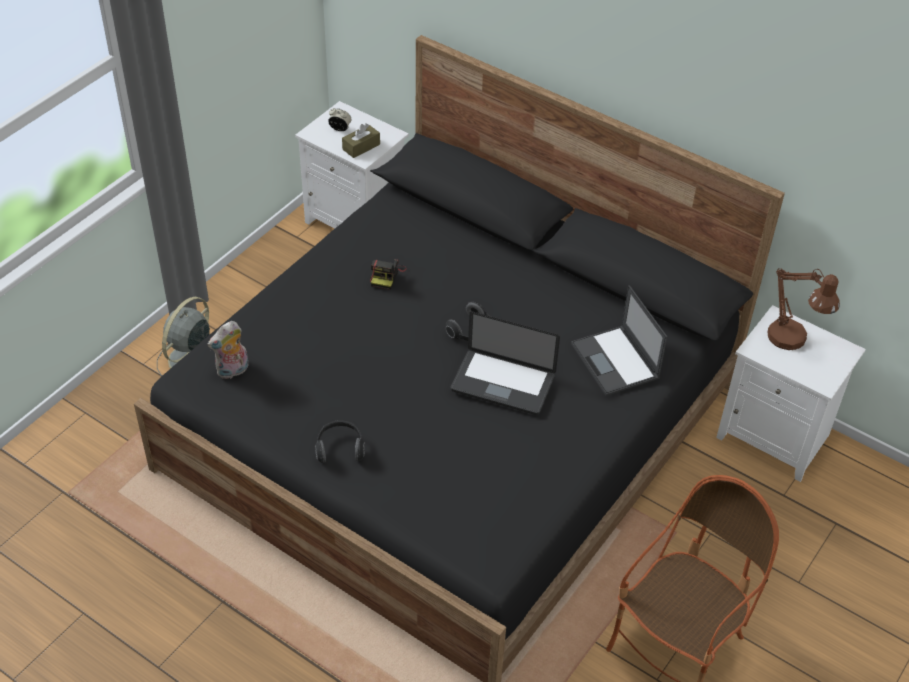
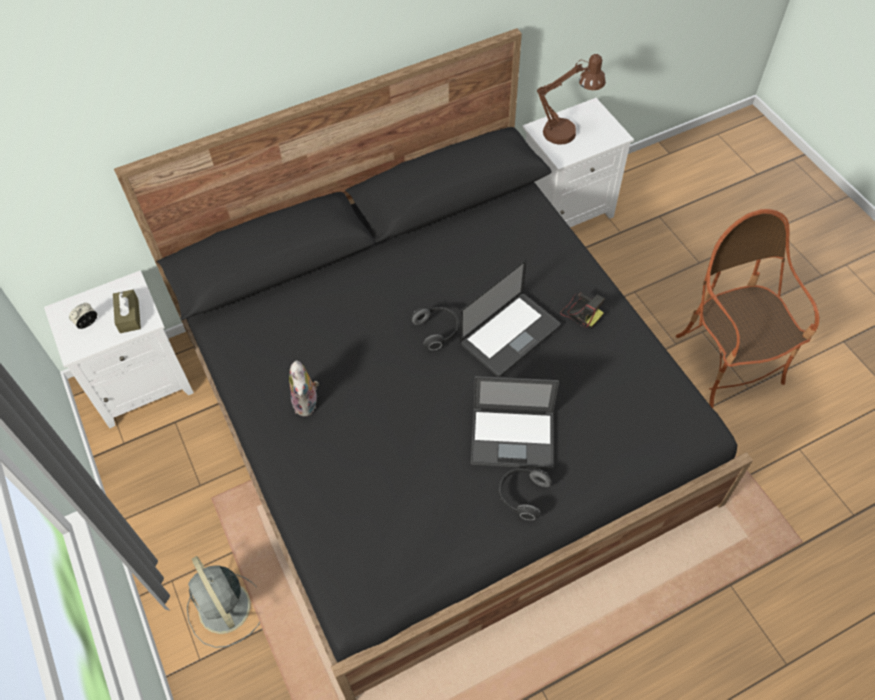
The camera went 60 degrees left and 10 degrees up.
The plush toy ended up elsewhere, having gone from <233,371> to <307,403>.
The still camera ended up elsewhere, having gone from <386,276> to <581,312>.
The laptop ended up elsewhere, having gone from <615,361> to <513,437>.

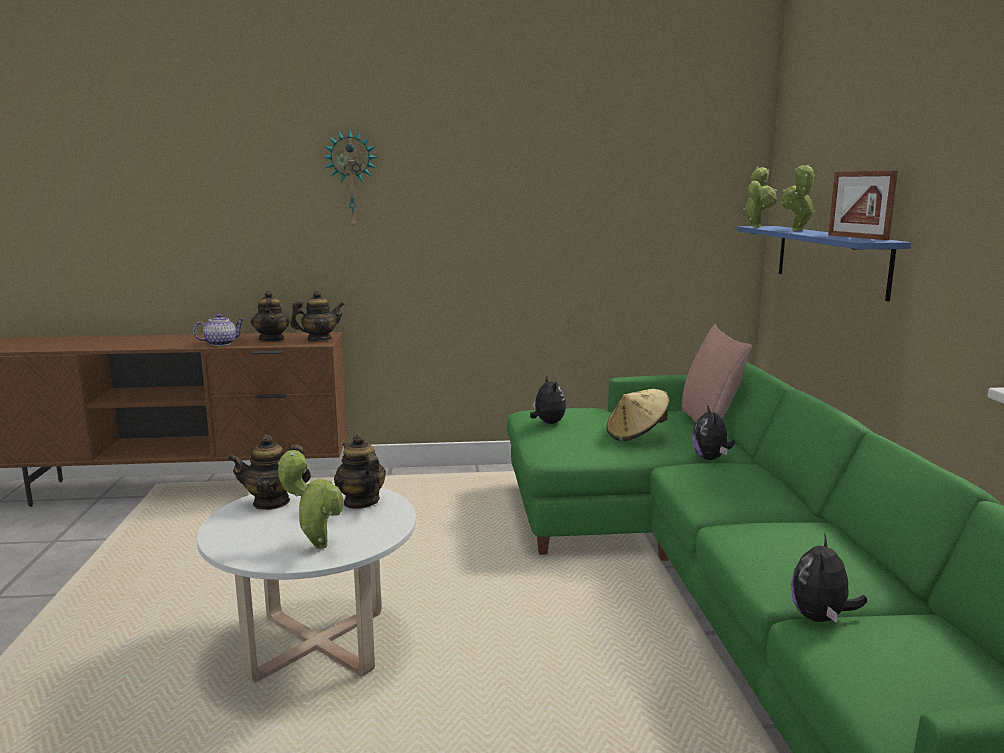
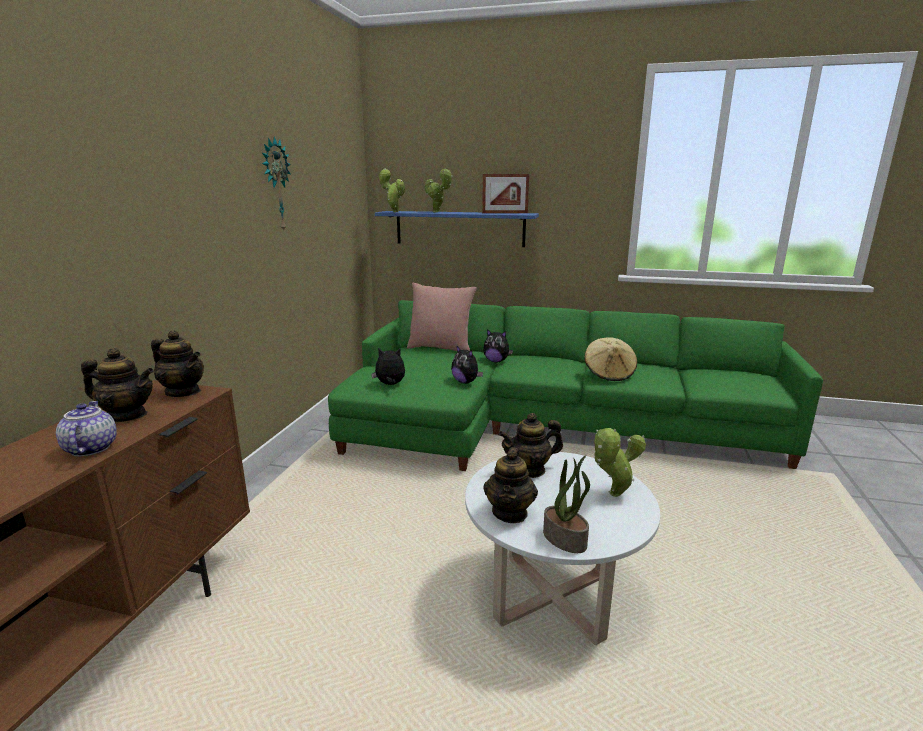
The camera went 70 degrees left and 5 degrees up.
The tea pot at <319,339> ended up facing another way, 120 degrees clockwise from before.
The clock on the wall ended up elsewhere, having gone from <352,179> to <275,185>.
The beige-coloured hat ended up elsewhere, having gone from <637,435> to <609,374>.
The plush toy ended up elsewhere, having gone from <820,618> to <466,382>.
The second view gained the houseplant at <565,539>.

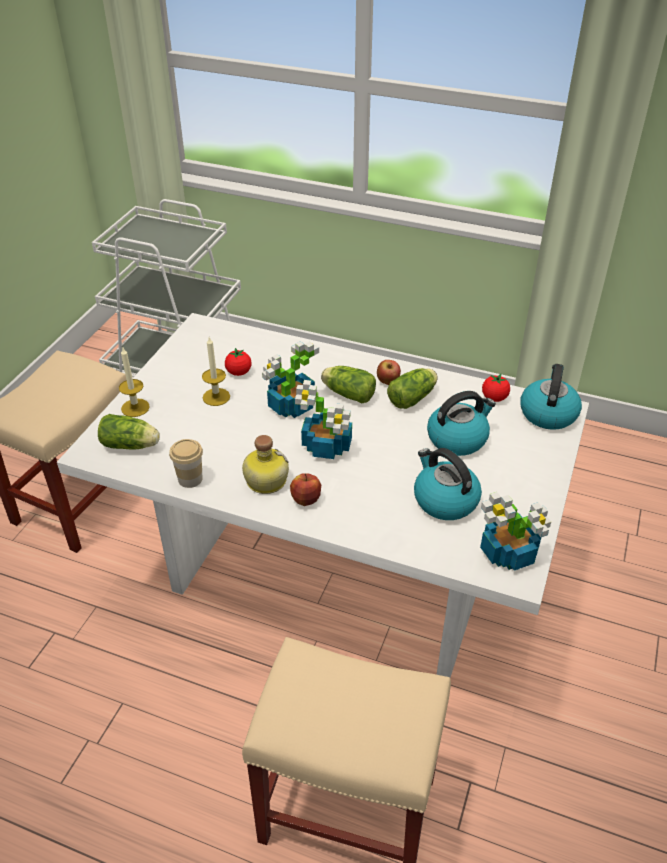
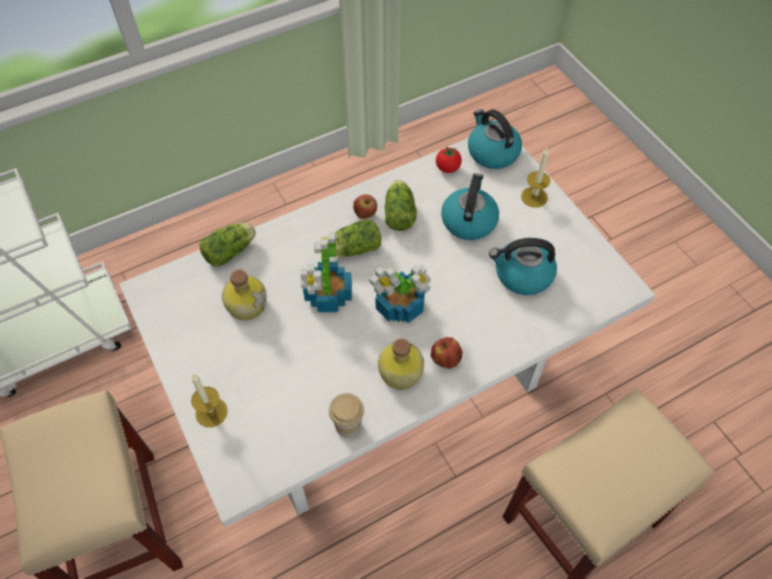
The camera went 50 degrees left and 15 degrees up.
The lettuce ended up elsewhere, having gone from <132,445> to <231,251>.
The wax light ended up elsewhere, having gone from <216,397> to <534,197>.
Where the fresh tomato stood at <239,372>, the drink bottle came to stand at <246,303>.
The second view lost the houseplant at <509,552>.

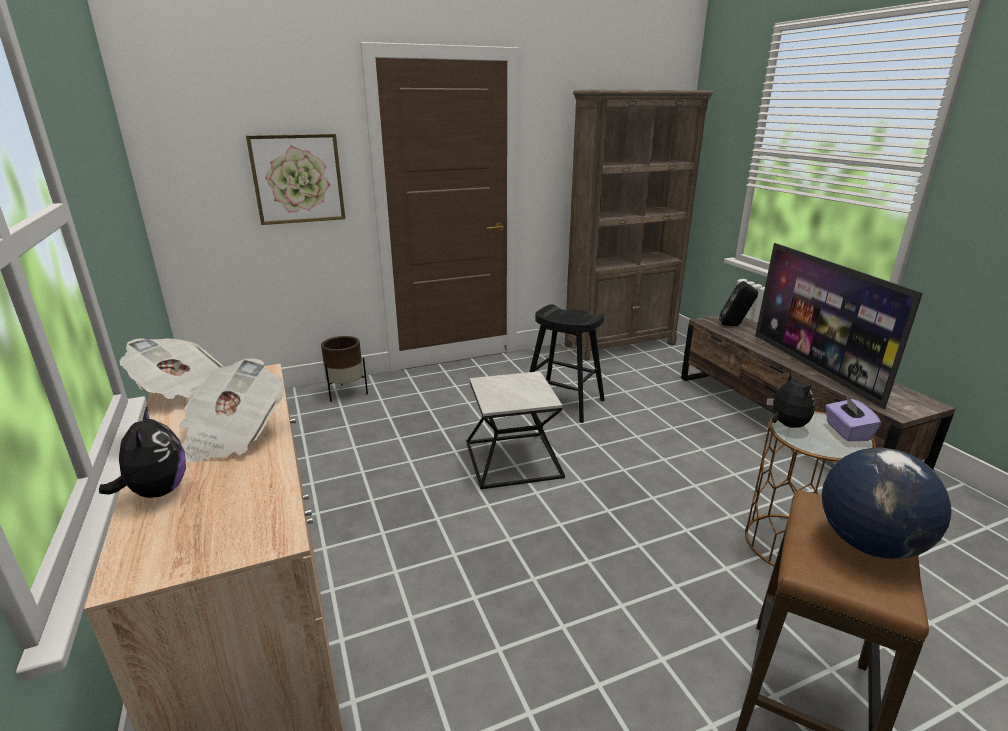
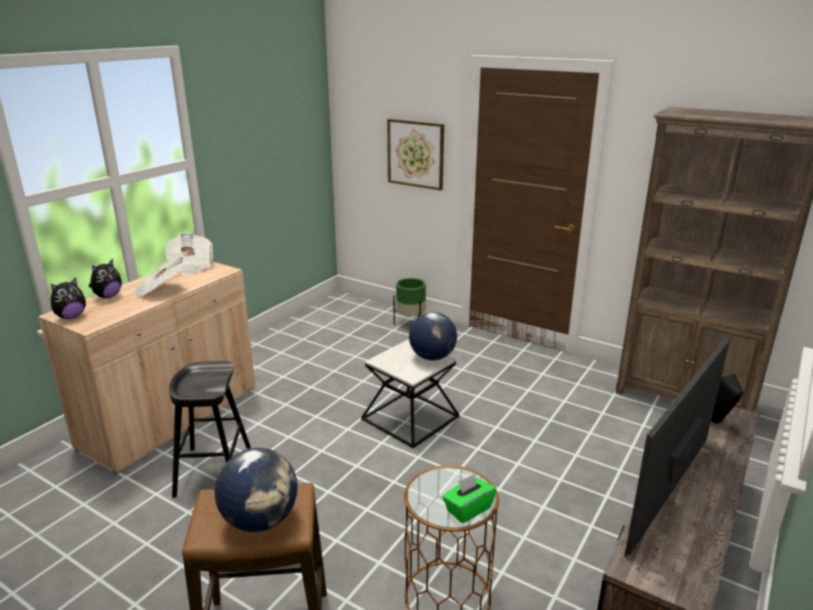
The camera went 55 degrees right and 0 degrees up.
What was the brownish planter at <347,393> turned into the green-coloured planter at <411,324>.
The black-coloured stool seat ended up elsewhere, having gone from <563,403> to <213,471>.
The plush toy ended up elsewhere, having gone from <786,425> to <71,316>.
What was the purple tissue box at <846,432> turned into the green-coloured tissue box at <468,509>.
The second view gained the globe at <432,357>.

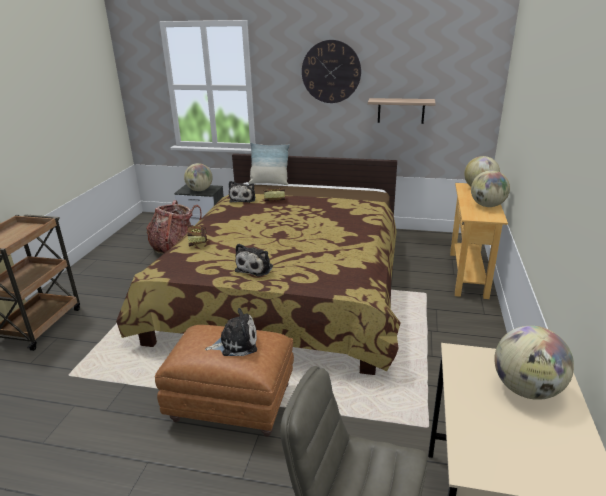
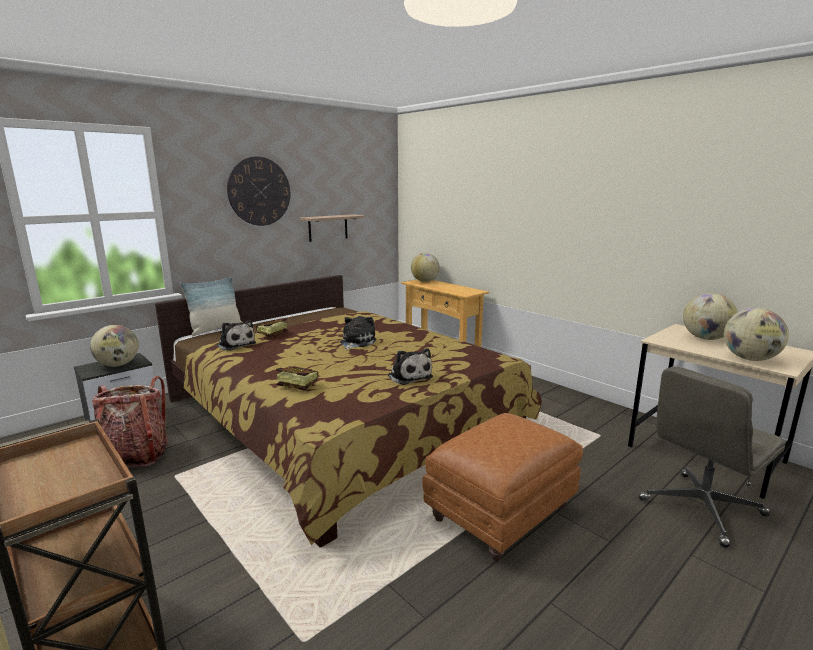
The camera went 55 degrees left and 10 degrees down.
The plush toy ended up elsewhere, having gone from <236,343> to <356,342>.
The globe ended up elsewhere, having gone from <487,205> to <750,359>.

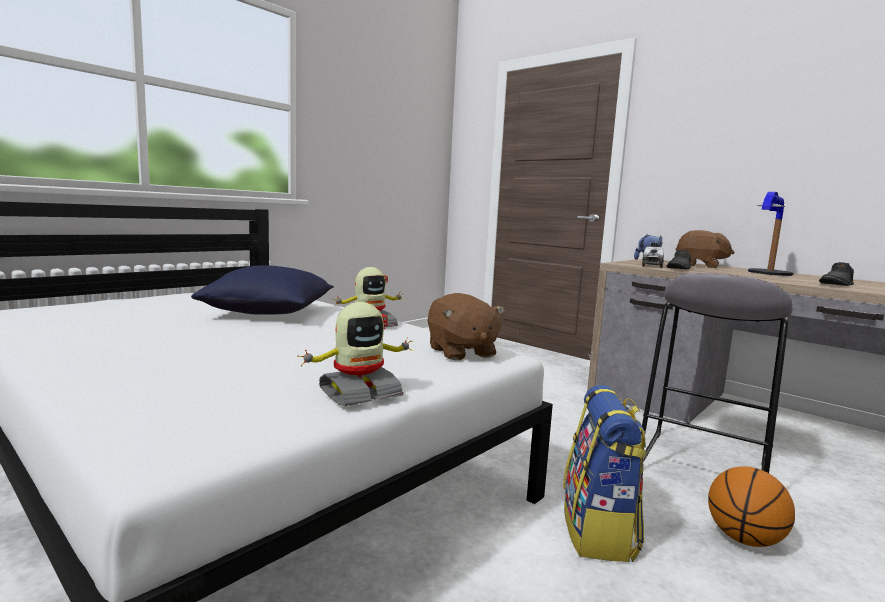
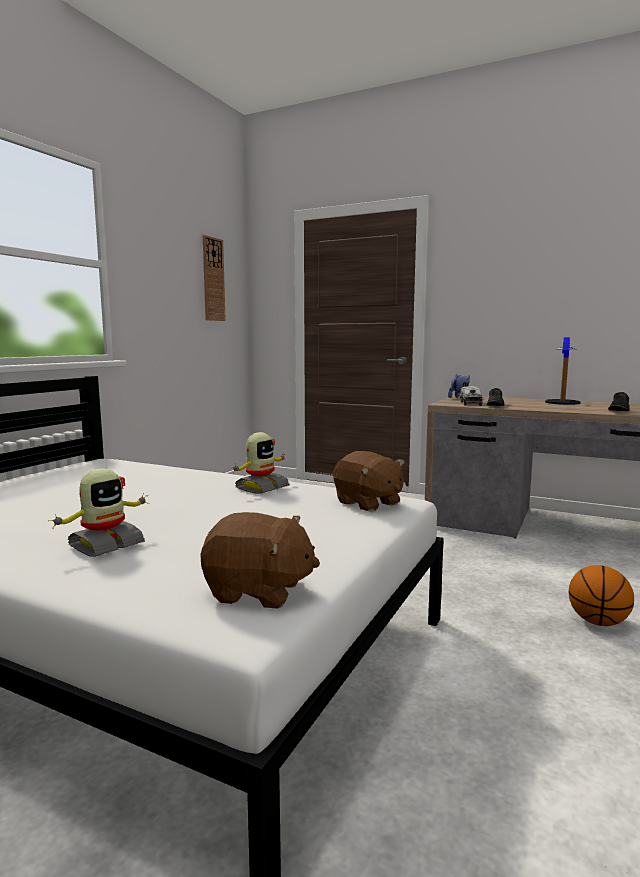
The camera went 15 degrees left and 0 degrees up.
The second view lost the bluish cushion at <270,313>.
The model robot ended up elsewhere, having gone from <359,392> to <105,544>.
The second view lost the knapsack at <599,531>.
The second view lost the gray stool seat at <701,465>.
The brownish plush toy ended up elsewhere, having gone from <700,266> to <258,592>.
The second view gained the clock on the wall at <213,279>.

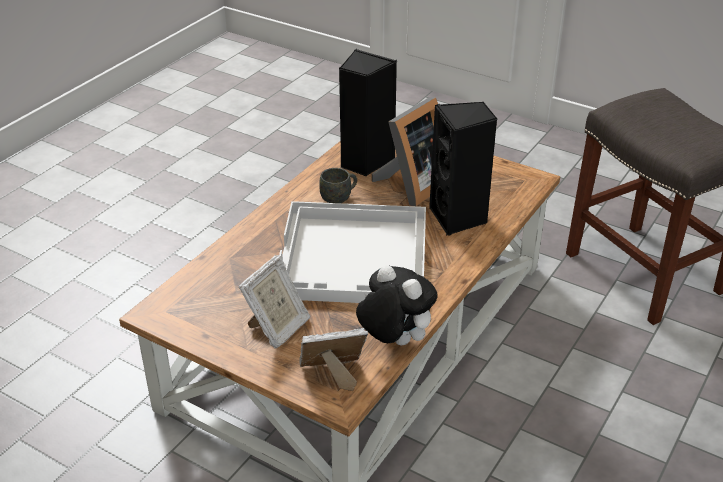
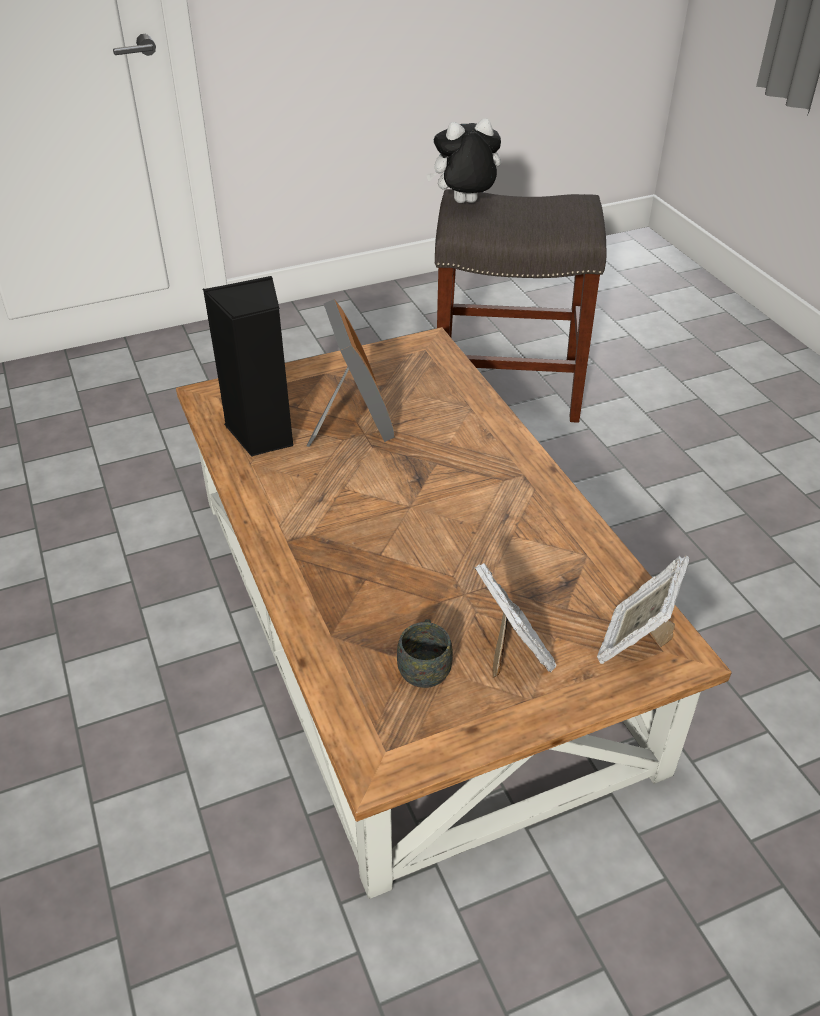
The camera went 55 degrees left and 5 degrees up.
The second view lost the whitish tray at <354,257>.
The gray coffee mug ended up elsewhere, having gone from <339,198> to <425,667>.
The plush toy ended up elsewhere, having gone from <394,341> to <464,204>.
The second view lost the black-coloured audio speaker at <459,218>.

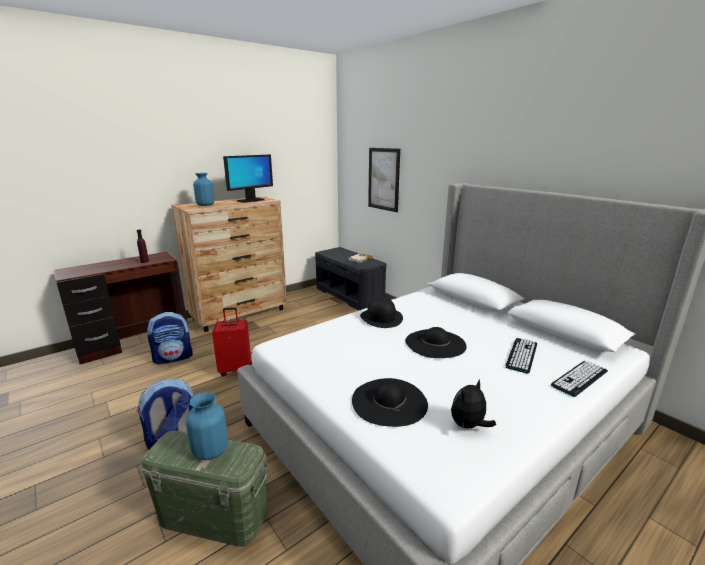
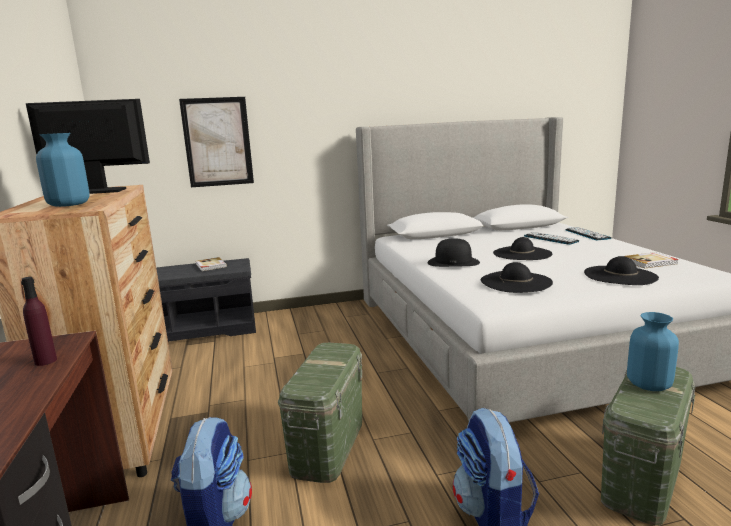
The camera went 65 degrees left and 5 degrees down.
Where the red-coloured suitcase stood at <236,369>, the green-coloured storage container came to stand at <328,445>.
The computer display at <250,200> ended up facing another way, 75 degrees counterclockwise from before.
Where the plush toy stood at <468,426>, the bound book came to stand at <650,262>.
The second view gained the black-coloured hat at <515,282>.

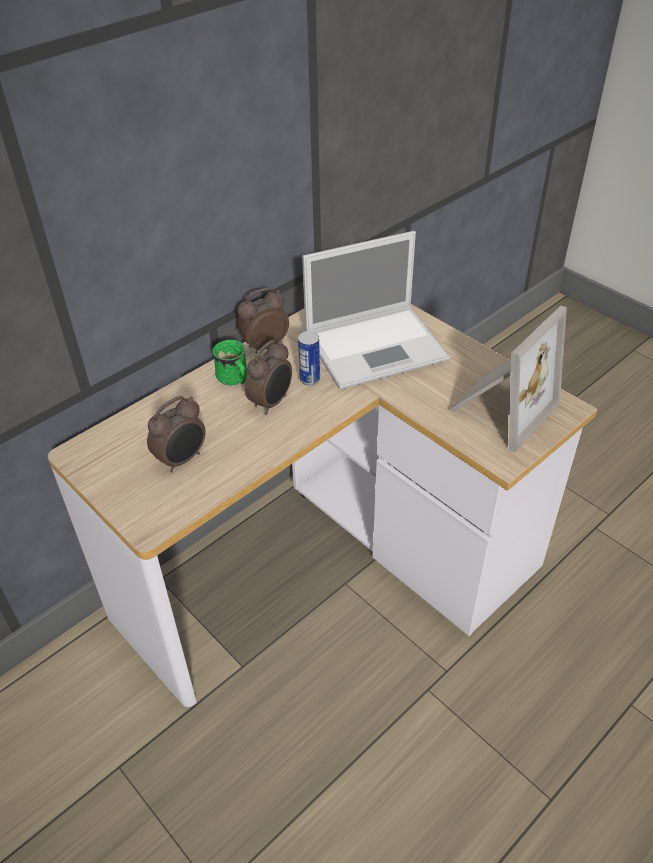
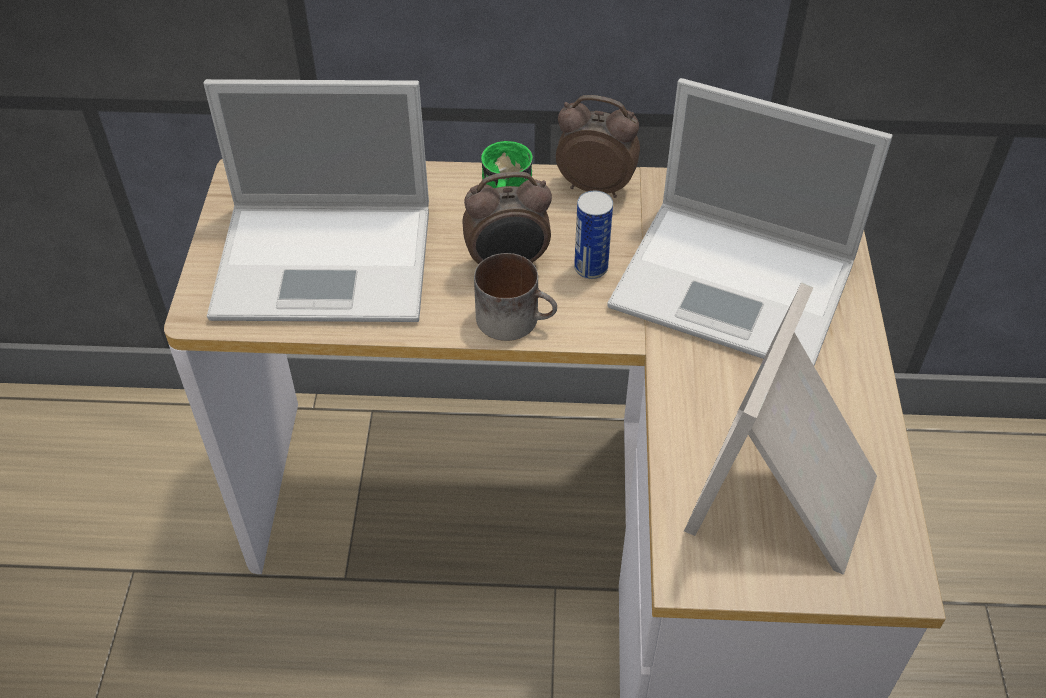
The camera went 45 degrees right and 5 degrees up.
Where the table clock stood at <182,460>, the laptop came to stand at <329,261>.
The picture frame at <499,408> ended up facing another way, 120 degrees clockwise from before.
The second view gained the coffee mug at <516,318>.

